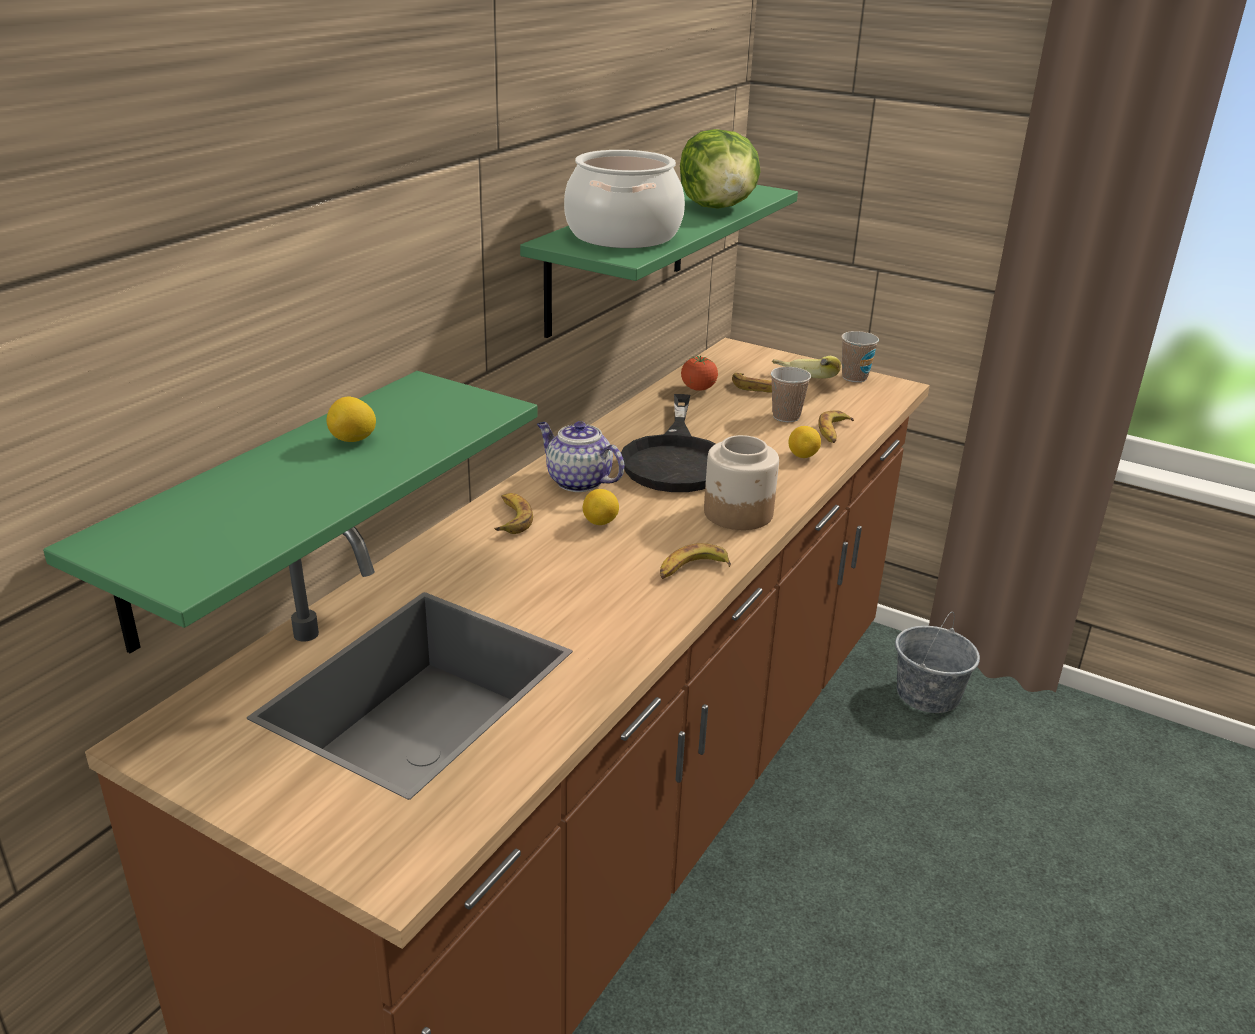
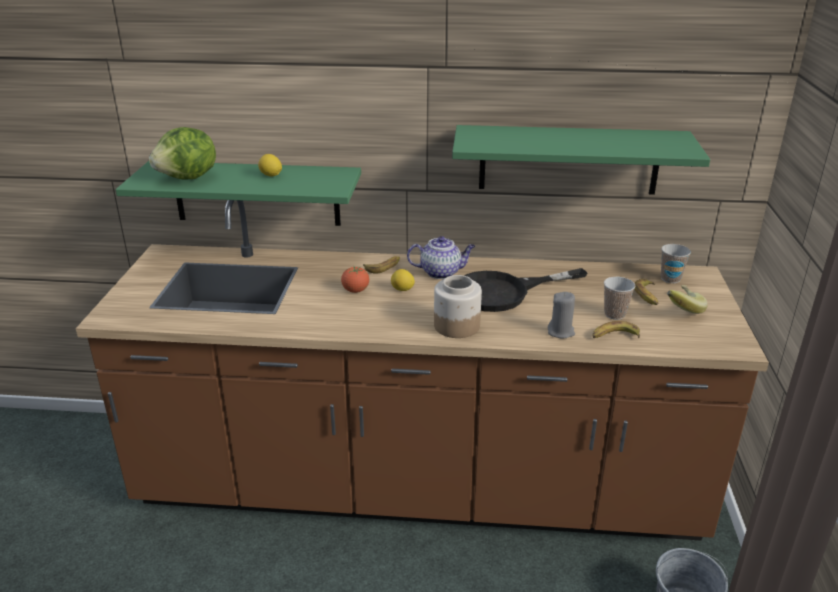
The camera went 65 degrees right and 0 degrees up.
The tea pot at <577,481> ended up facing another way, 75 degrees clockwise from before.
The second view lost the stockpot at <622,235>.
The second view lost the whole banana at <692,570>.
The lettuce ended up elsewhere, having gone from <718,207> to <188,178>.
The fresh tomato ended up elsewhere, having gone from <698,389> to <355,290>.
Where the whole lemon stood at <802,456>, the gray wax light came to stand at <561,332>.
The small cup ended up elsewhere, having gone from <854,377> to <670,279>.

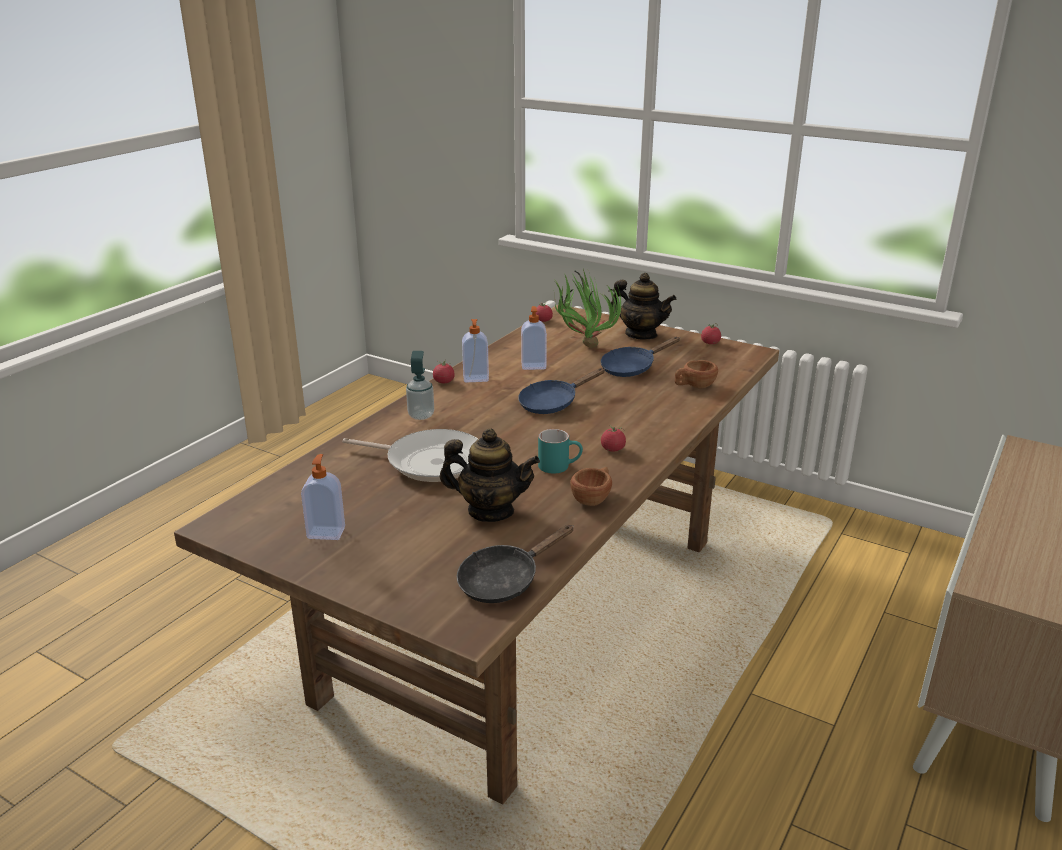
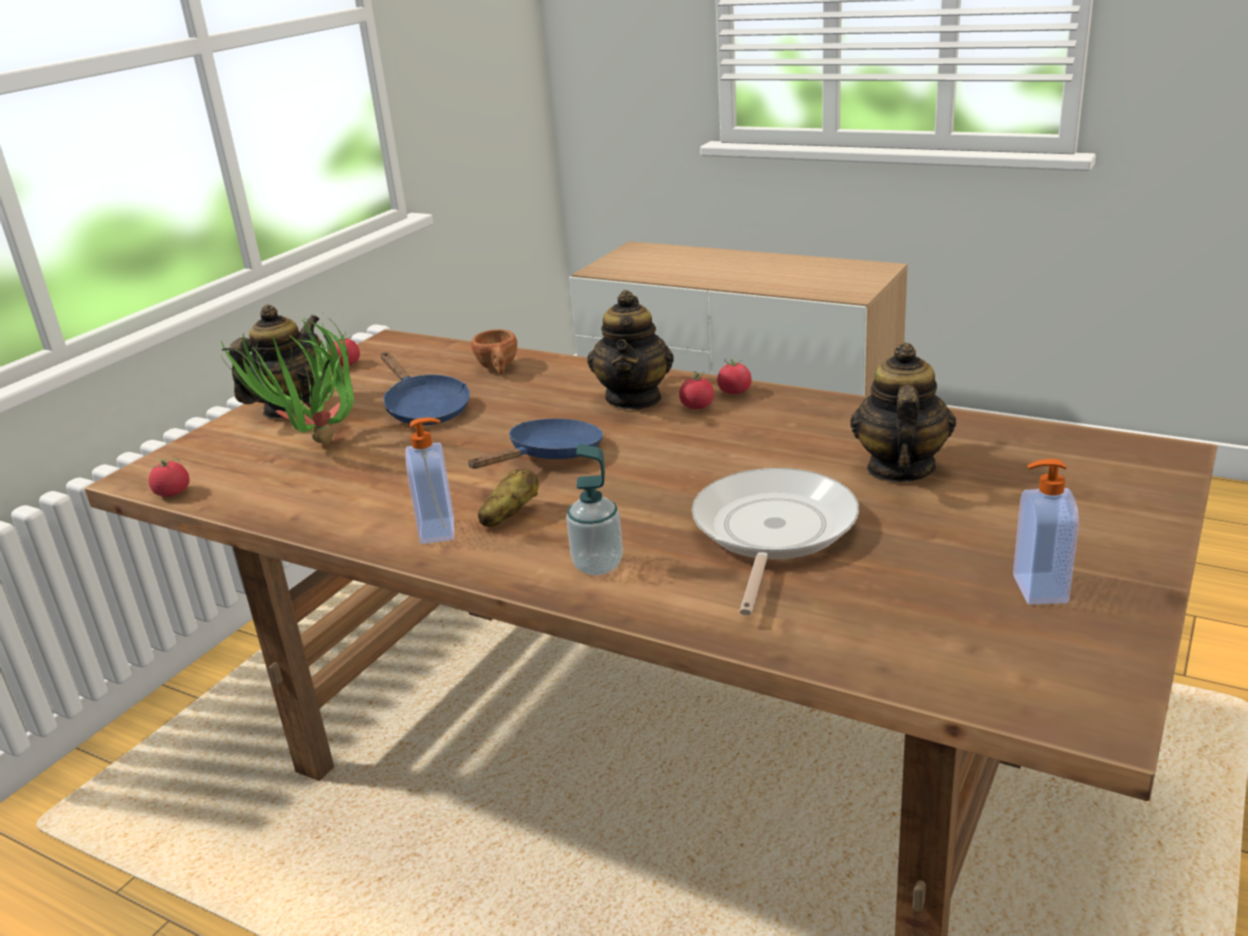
The camera went 90 degrees left and 0 degrees up.
The fresh tomato ended up elsewhere, having gone from <444,382> to <734,392>.
The second view lost the black-coloured pan at <504,580>.
The bluish pan at <552,403> ended up facing another way, 105 degrees counterclockwise from before.
The second view lost the soap dispenser at <533,366>.
The second view lost the blue-green coffee mug at <559,466>.
The second view lost the brownish small cup at <593,499>.
The second view gained the potato at <509,516>.
The second view gained the tea pot at <634,398>.

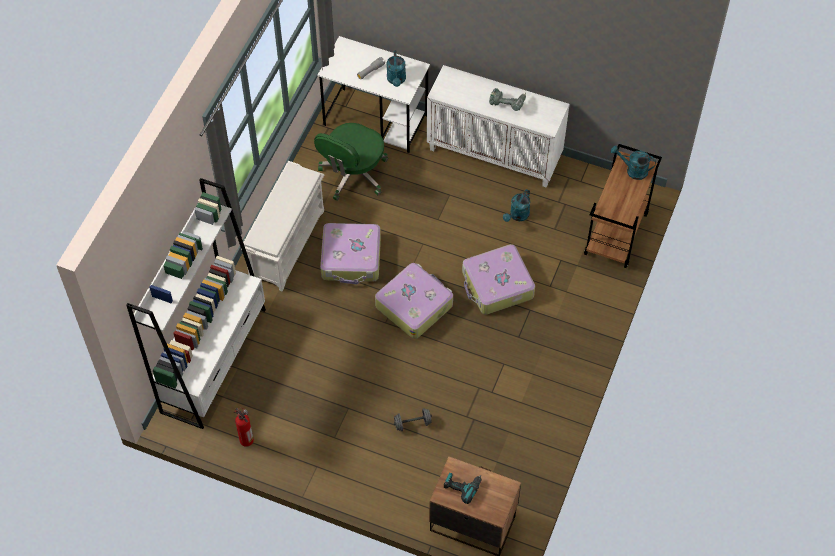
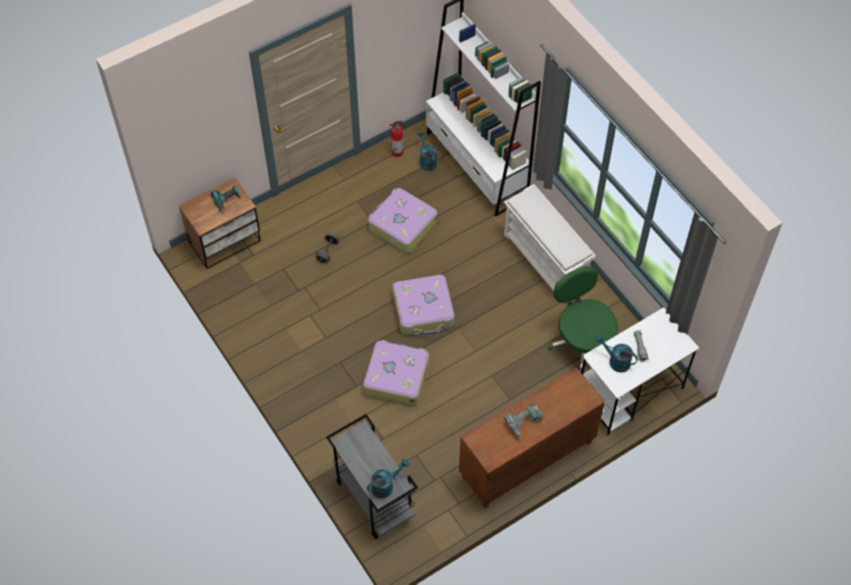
The camera went 125 degrees right and 0 degrees up.
The suitcase ended up elsewhere, having gone from <351,259> to <402,226>.
What was the whitish storage cabinet at <495,154> turned into the brownish storage cabinet at <527,461>.
The blue-green watering can ended up elsewhere, having gone from <517,216> to <427,160>.
What was the brownish wheeled cart at <616,235> turned into the gray wheeled cart at <373,498>.

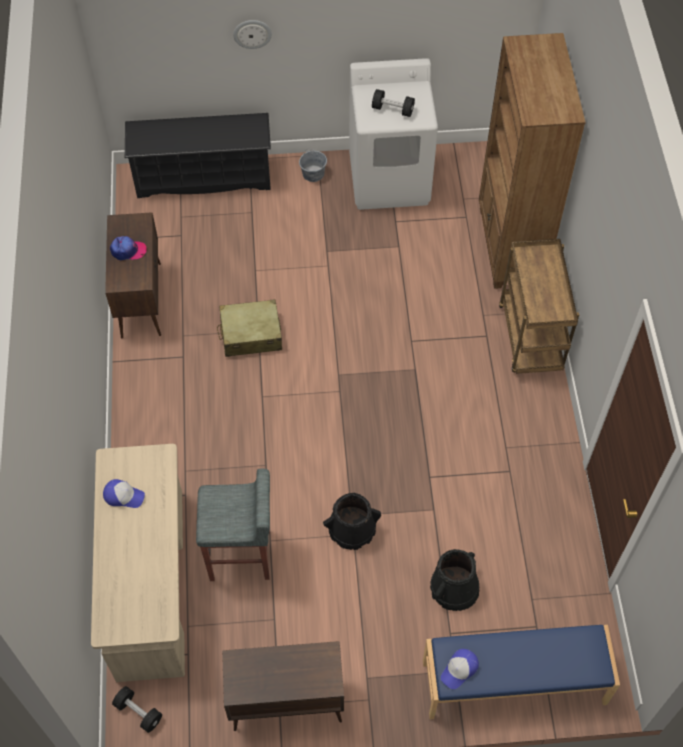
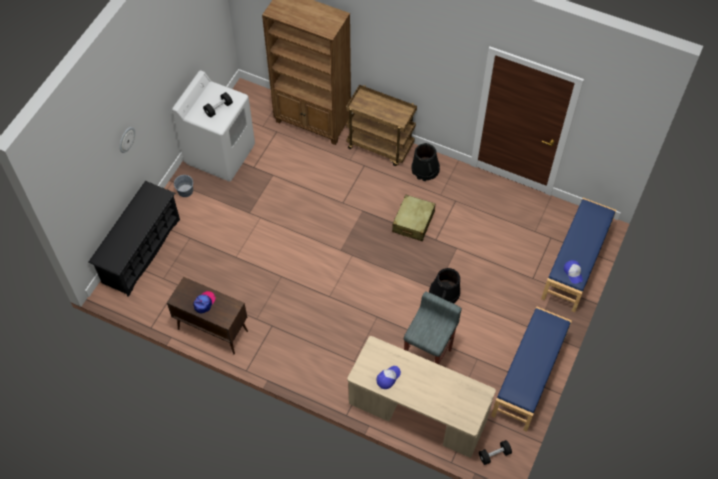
The camera went 60 degrees left and 0 degrees up.
The beige-coloured suitcase ended up elsewhere, having gone from <250,334> to <413,222>.
Where the brownish storage cabinet stood at <285,703>, the bluish long seat came to stand at <529,377>.
The black-coloured water bucket ended up elsewhere, having gone from <454,588> to <425,169>.

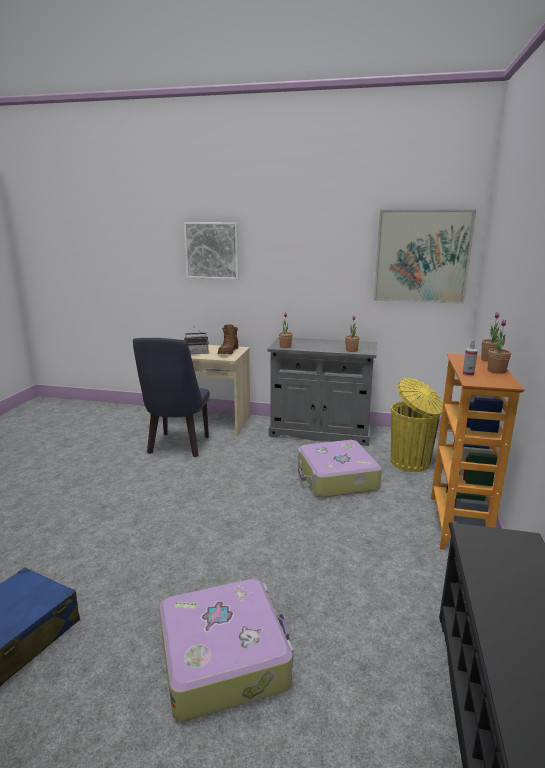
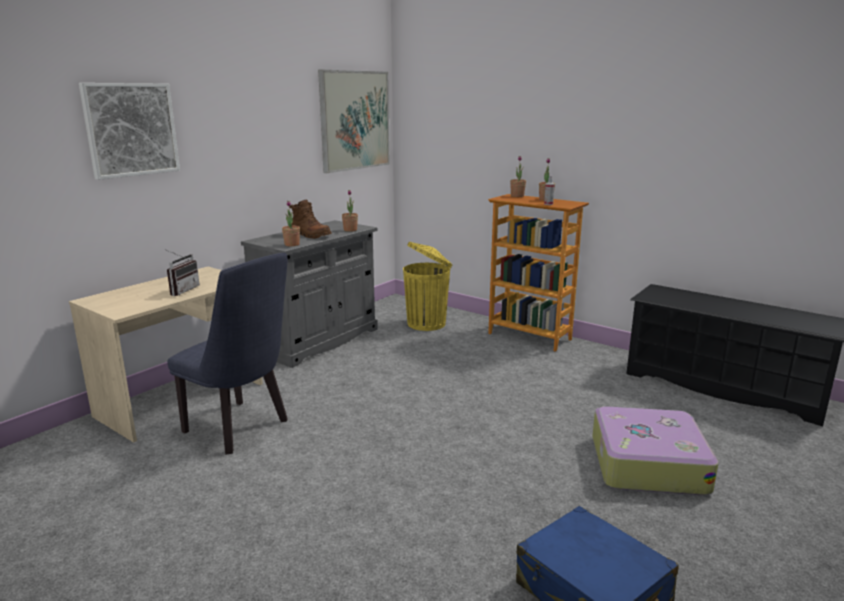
The camera went 65 degrees left and 0 degrees up.
The brownish boot ended up elsewhere, having gone from <228,352> to <310,235>.
The second view lost the suitcase at <336,478>.

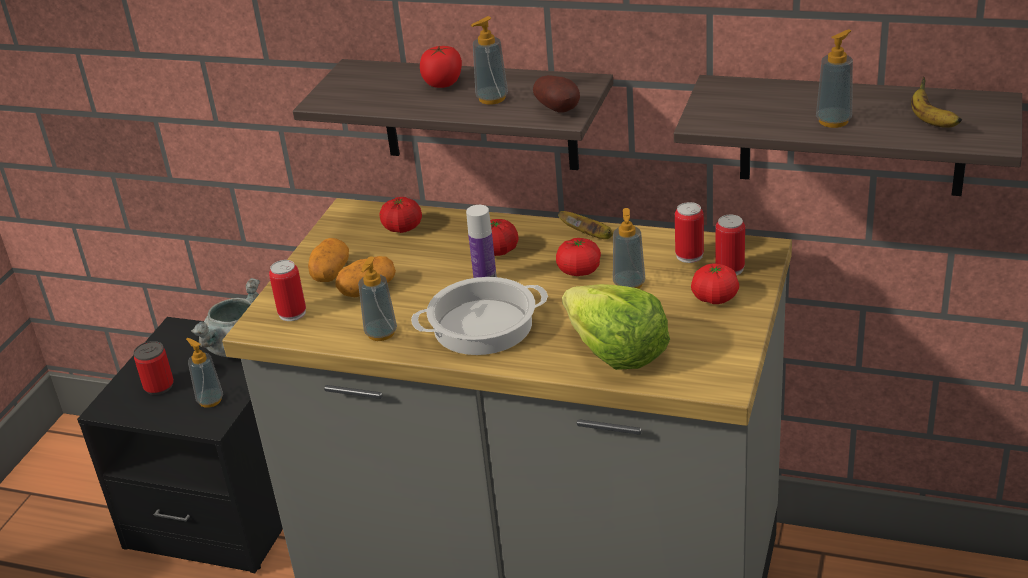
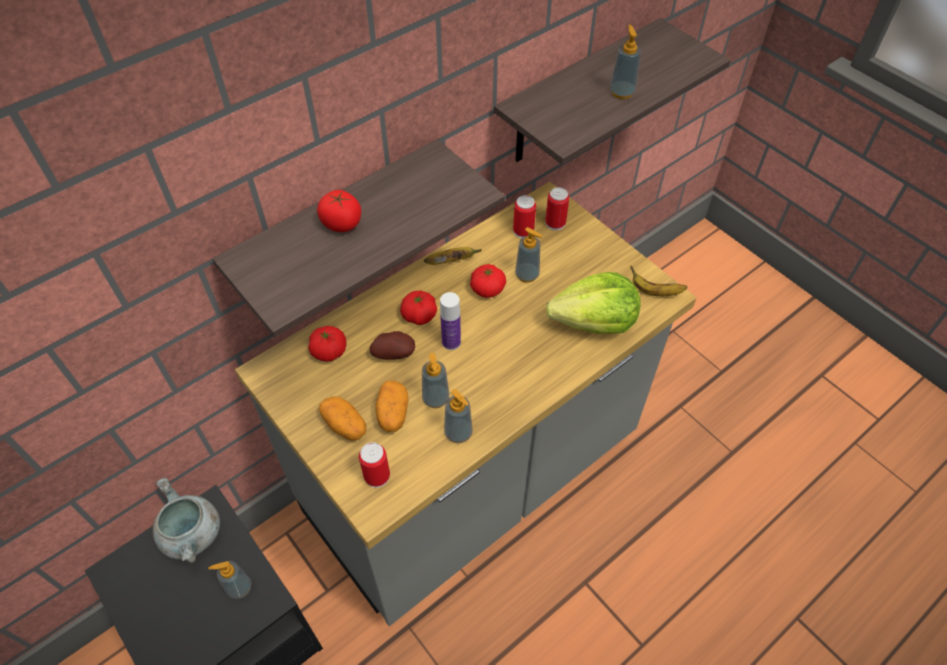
The camera went 60 degrees left and 20 degrees up.
The second view lost the can at <159,386>.
The second view lost the stockpot at <483,325>.
The soap dispenser ended up elsewhere, having gone from <492,98> to <435,398>.
The potato ended up elsewhere, having gone from <560,110> to <394,353>.
The second view lost the fresh tomato at <715,298>.
The whole banana ended up elsewhere, having gone from <931,121> to <654,292>.

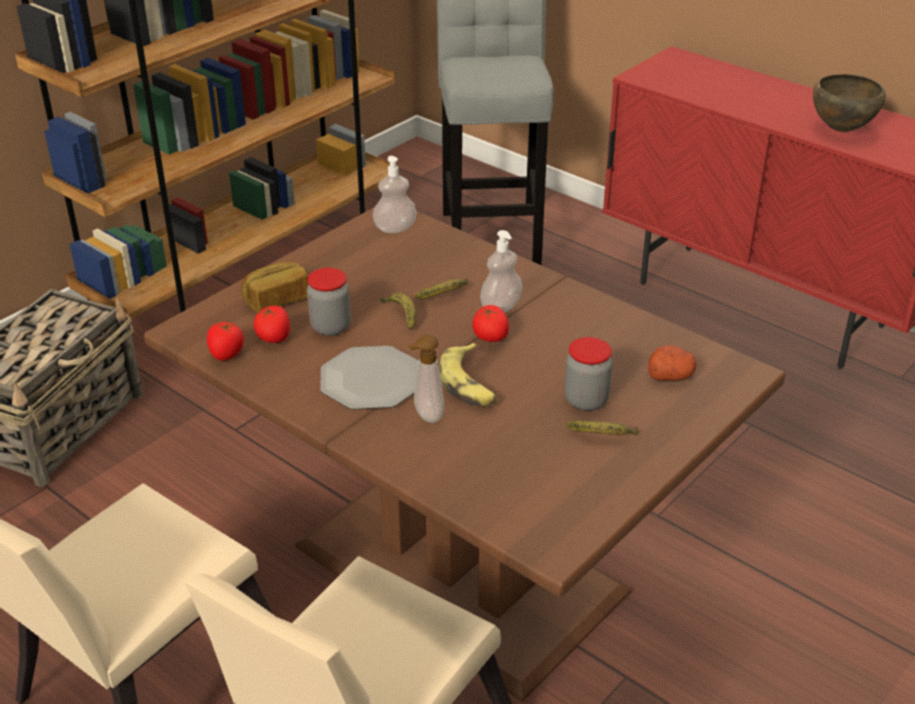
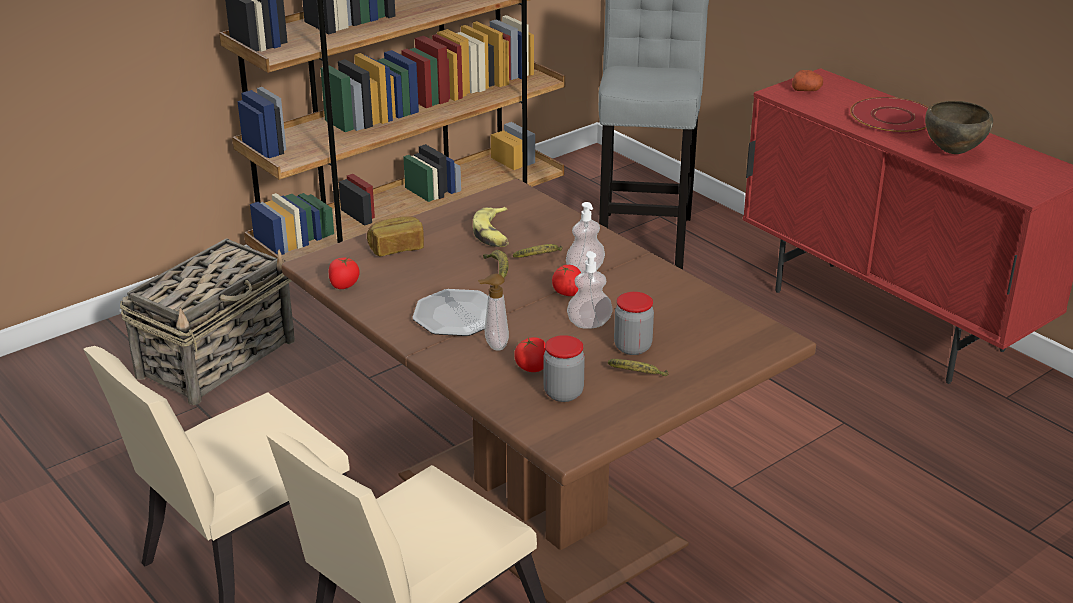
The camera went 10 degrees right and 5 degrees down.
The fresh tomato ended up elsewhere, having gone from <274,338> to <532,367>.
The preserve jar ended up elsewhere, having gone from <330,327> to <563,393>.
The soap dispenser ended up elsewhere, having gone from <395,228> to <589,324>.
The whole banana ended up elsewhere, having gone from <469,384> to <494,234>.
The potato ended up elsewhere, having gone from <670,375> to <807,90>.
The second view gained the red-coloured plate at <893,117>.

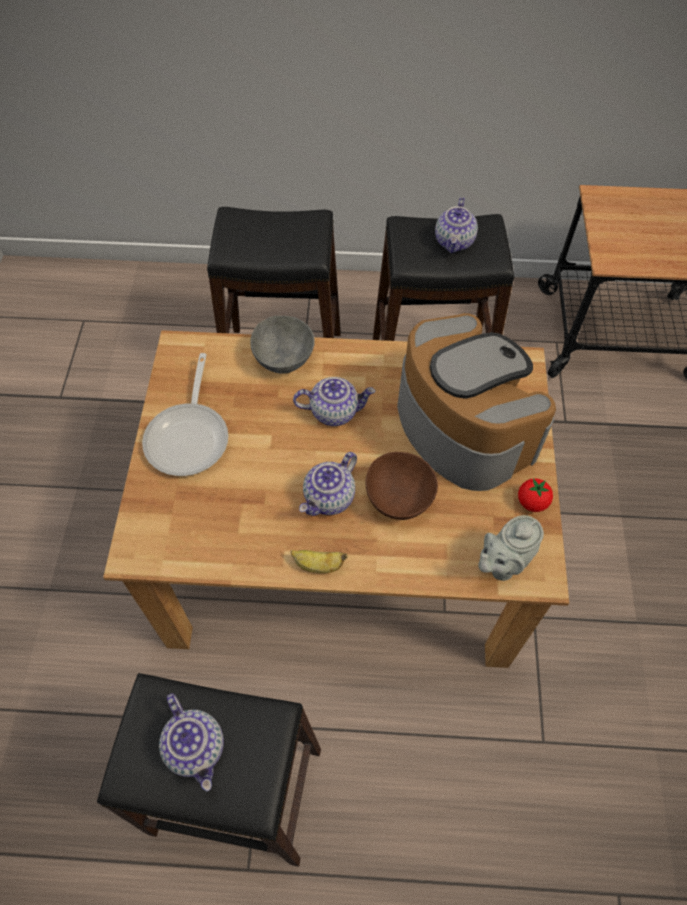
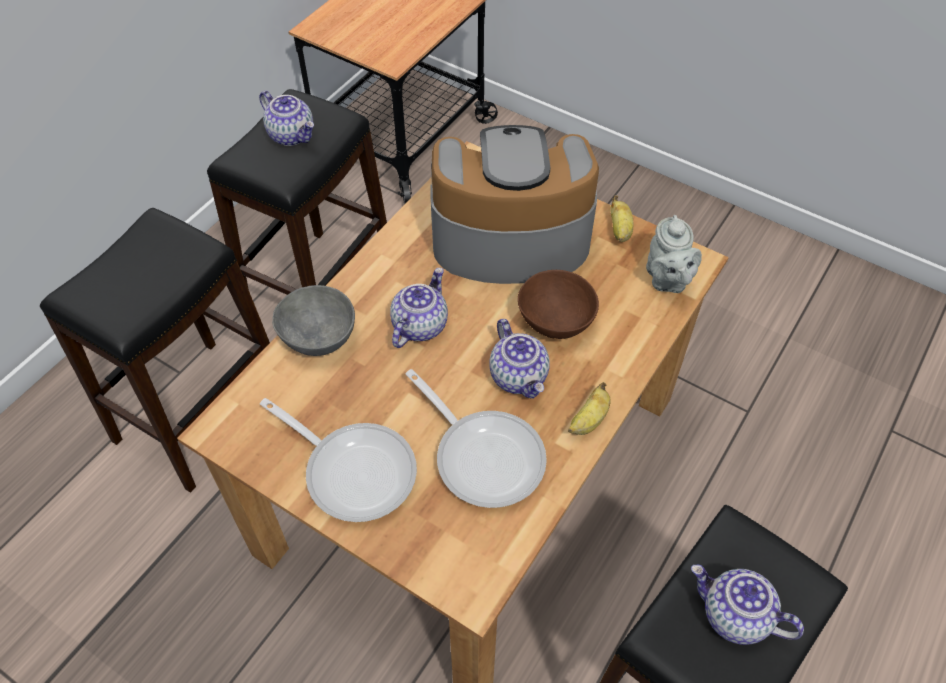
The camera went 60 degrees left and 5 degrees down.
The tea pot at <196,747> ended up facing another way, 150 degrees counterclockwise from before.
Where the fresh tomato stood at <532,502>, the whole banana came to stand at <620,230>.
The second view gained the pan at <484,455>.

